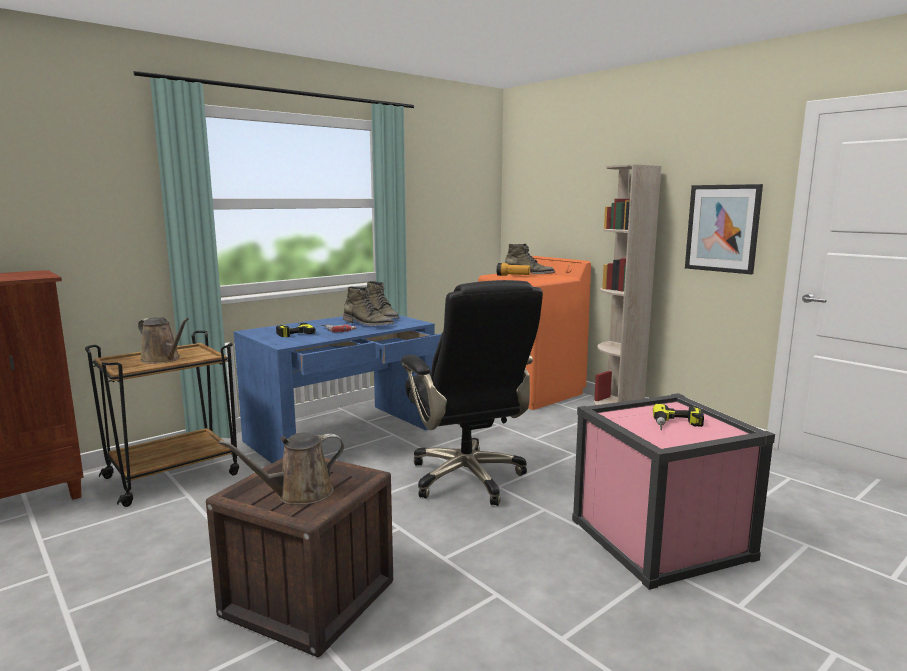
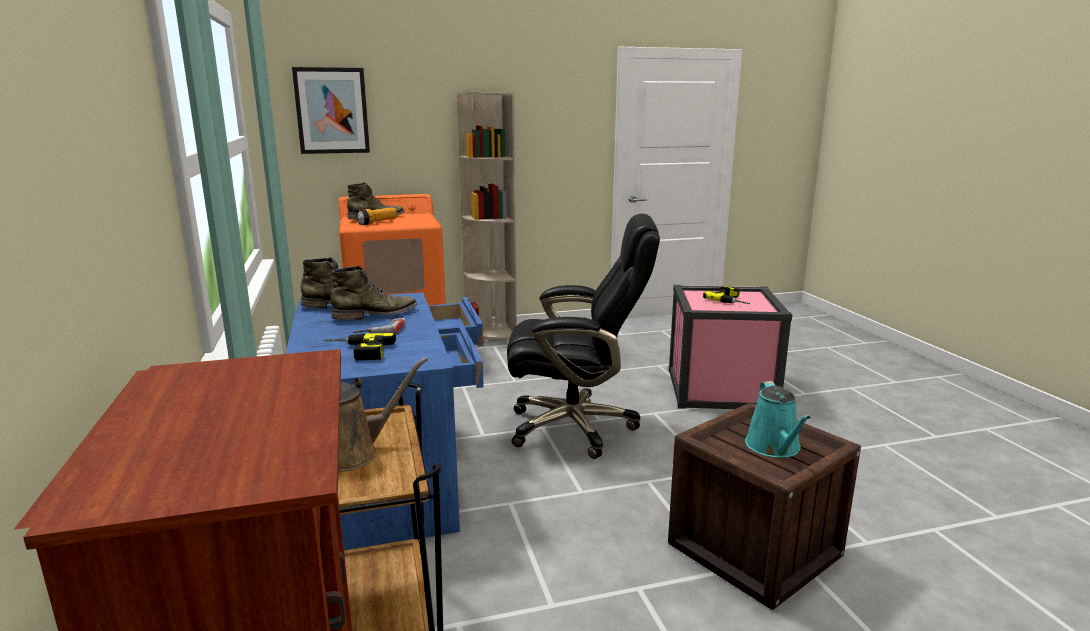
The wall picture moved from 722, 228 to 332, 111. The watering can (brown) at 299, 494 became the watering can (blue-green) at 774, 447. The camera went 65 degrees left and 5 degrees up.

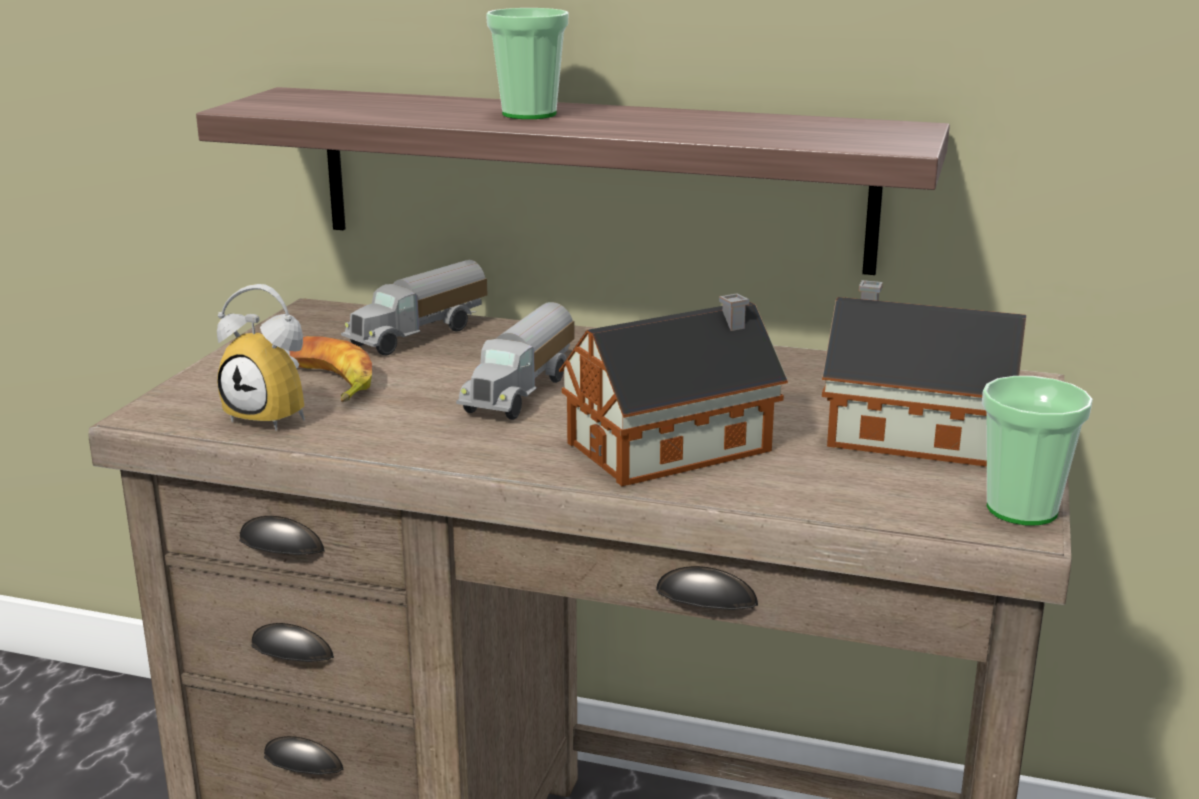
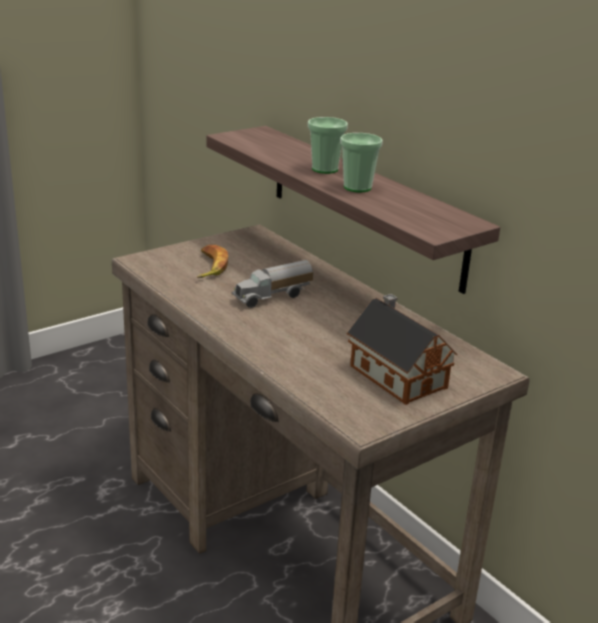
The drinking cup moved from 1022, 510 to 357, 187. The bedside clock at 276, 416 disappeared. The model truck at 419, 335 disappeared. The toy house at 677, 446 disappeared. The camera went 35 degrees right and 5 degrees up.

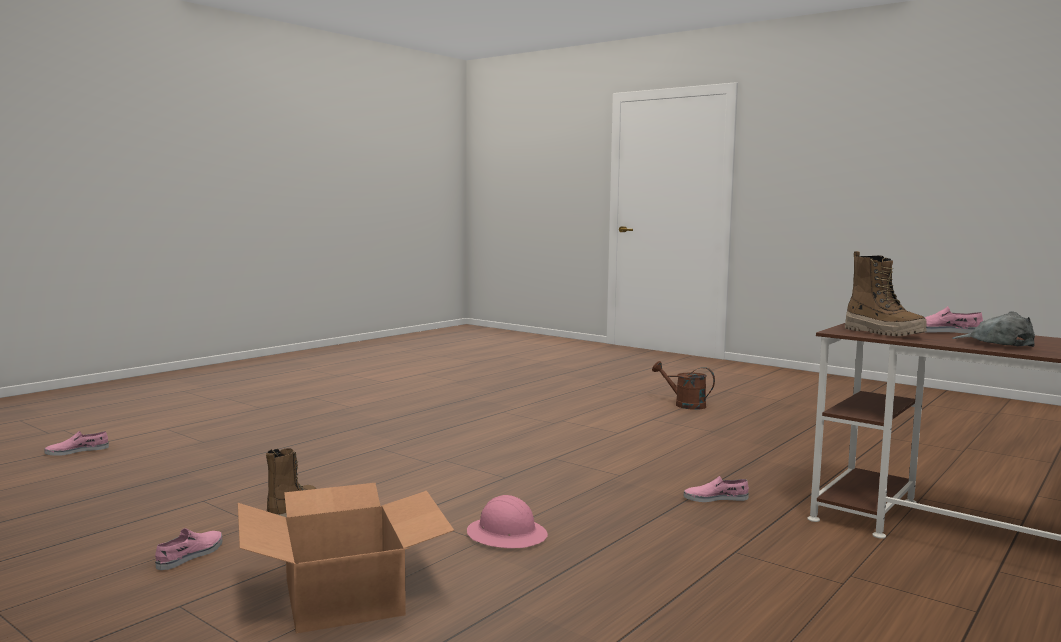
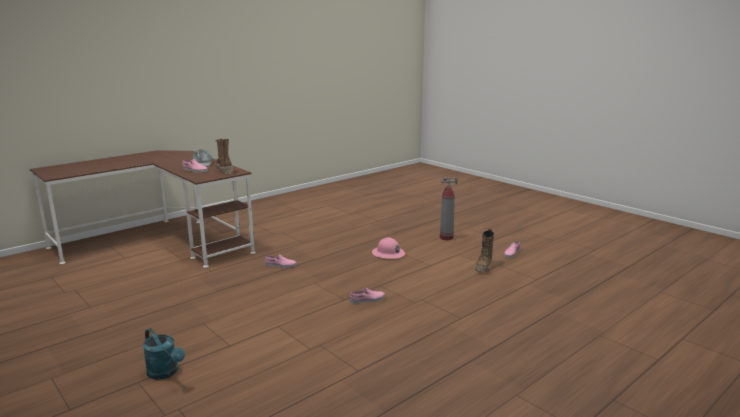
The watering can (brown) at 684, 405 became the watering can (blue-green) at 165, 373. The shoe (pink) moved from 77, 451 to 367, 300. The packing box at 345, 596 was replaced by the extinguisher at 446, 238. The camera went 170 degrees left and 10 degrees up.

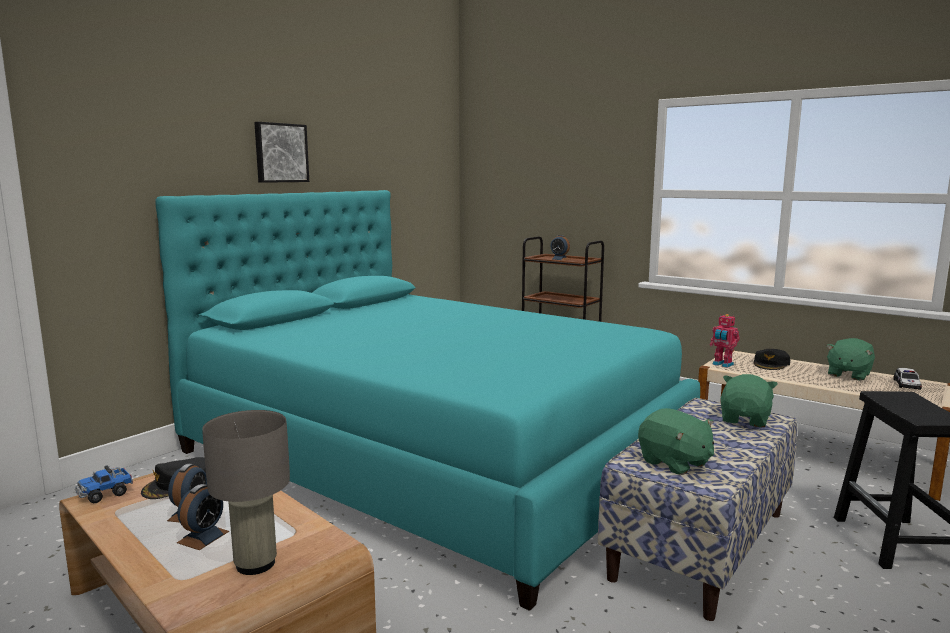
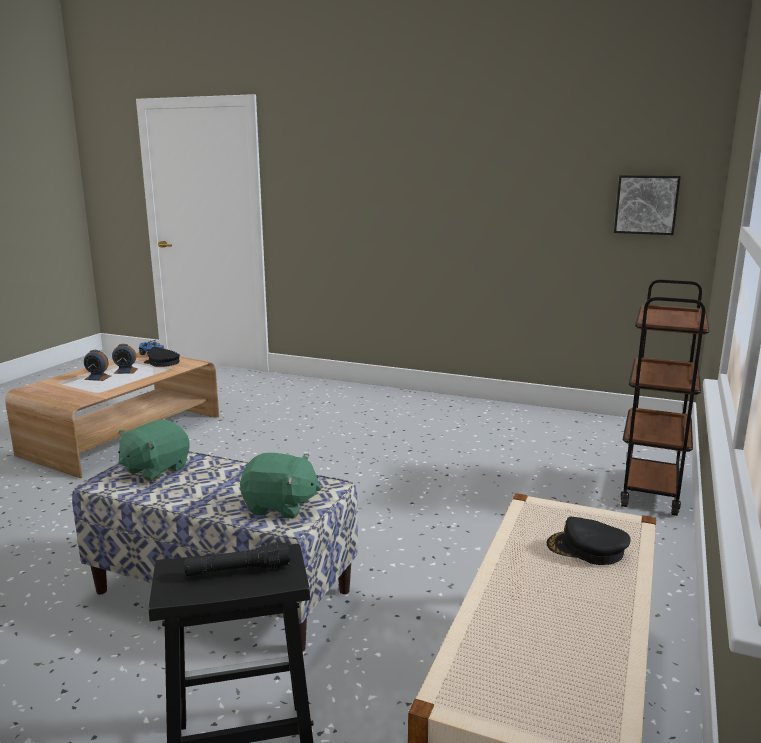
The torch (black-coloured) at 238, 570 appeared. The wall picture moved from 280, 153 to 646, 204. The sleeping bed (blue-green) at 431, 455 disappeared. The table lamp (gray) at 254, 564 disappeared. The bedside clock at 559, 259 disappeared. The toy robot at 722, 365 disappeared. The cuddly toy (green) at 848, 374 disappeared. The miniature car at 907, 385 disappeared. The camera went 75 degrees right and 5 degrees up.

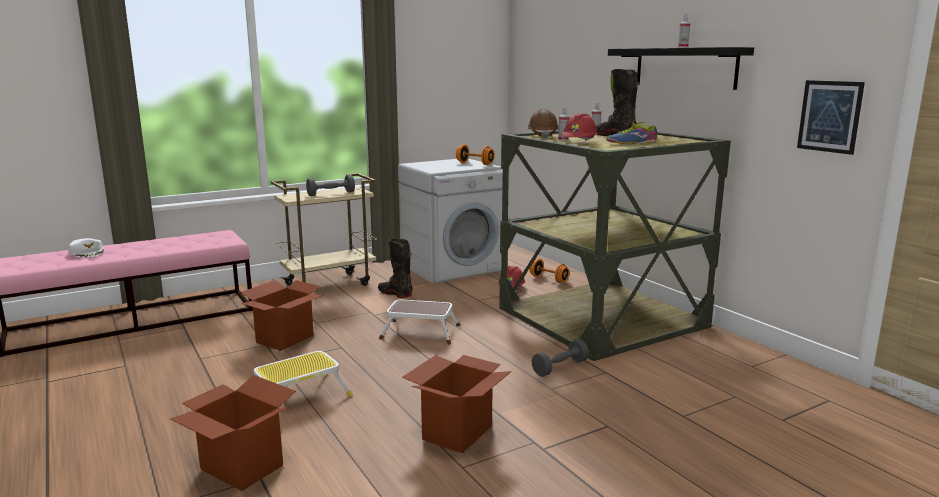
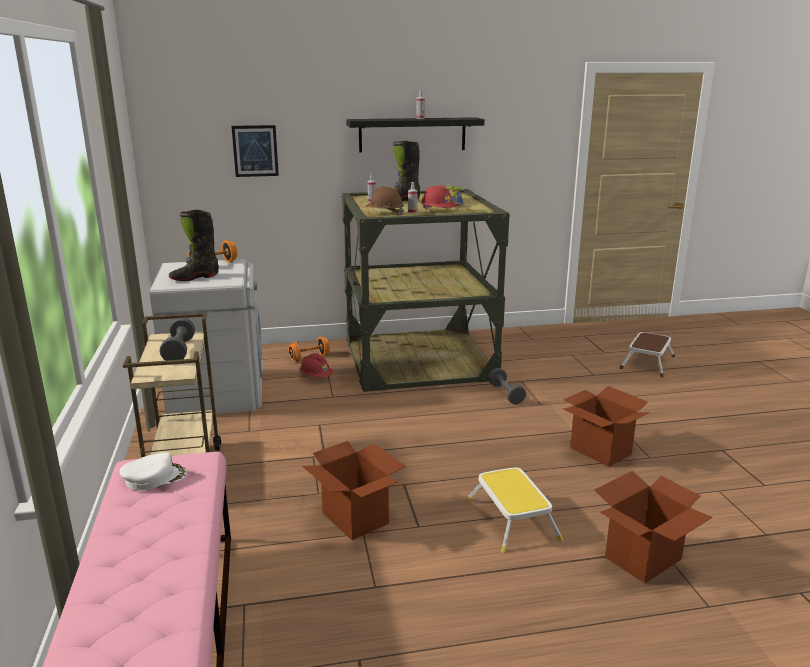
The baseball cap (white) moved from 87, 252 to 154, 477. The boot (black-coloured) moved from 395, 294 to 194, 277. The wall picture moved from 829, 116 to 255, 151. The step stool (brown) moved from 420, 332 to 647, 362. The camera went 70 degrees left and 5 degrees up.

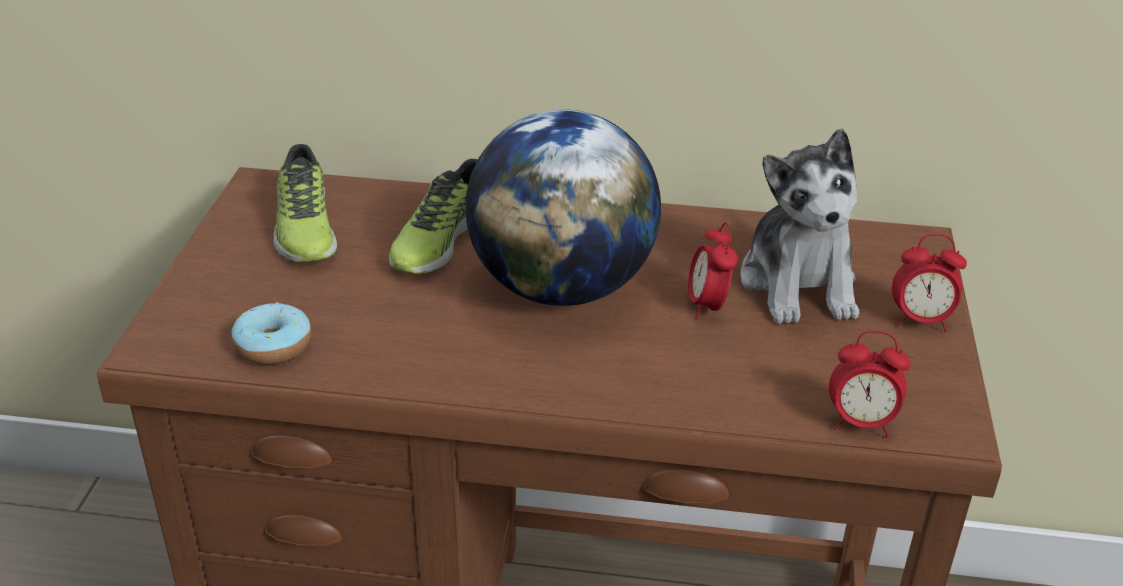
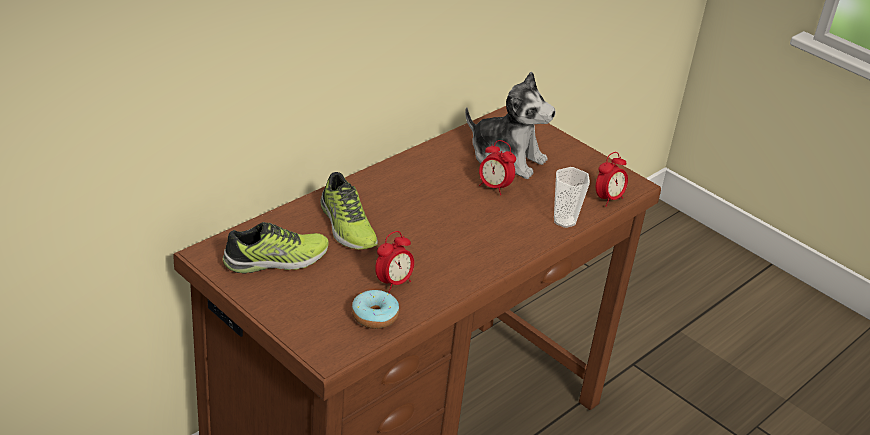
The shoe at 304, 228 turned 45 degrees counterclockwise. The bedside clock moved from 920, 320 to 393, 283. The drinking cup at 564, 221 appeared. The world globe at 561, 287 disappeared. The camera went 55 degrees left and 0 degrees up.

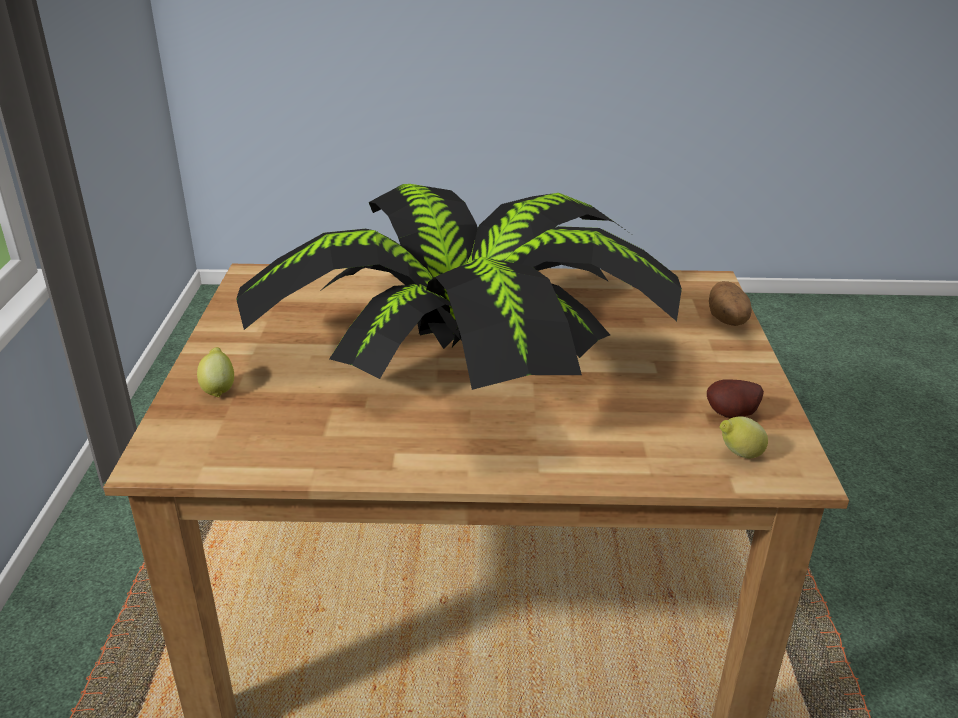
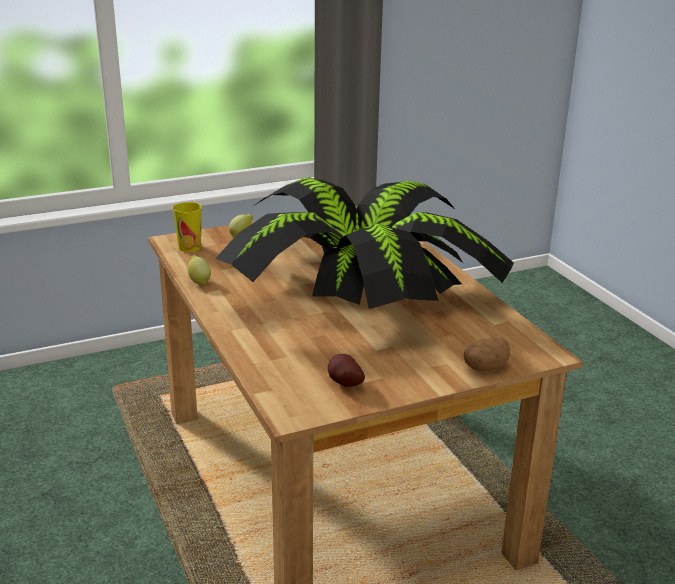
The drinking cup at 189, 247 appeared. The whole lemon moved from 739, 454 to 199, 281. The camera went 65 degrees right and 5 degrees down.

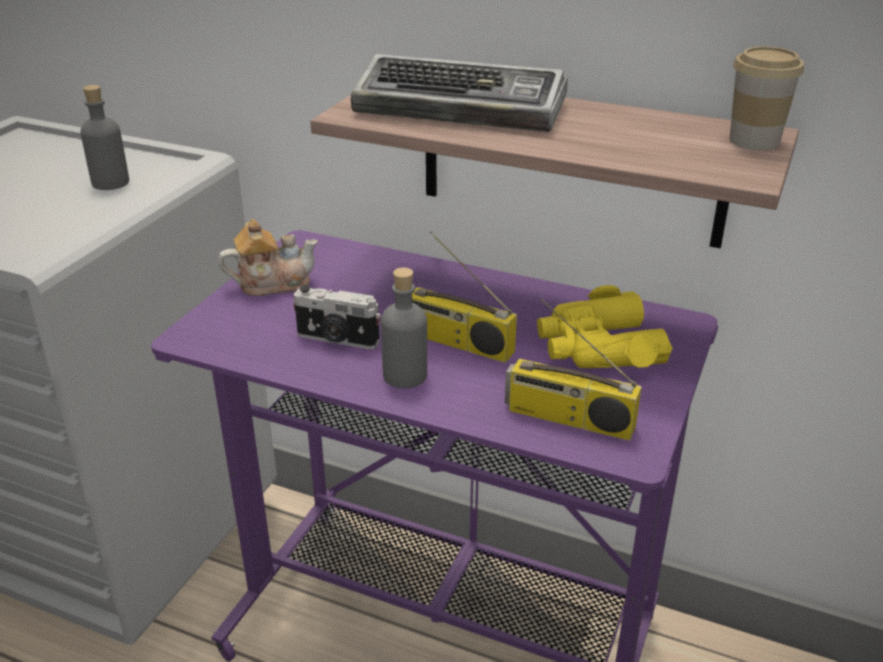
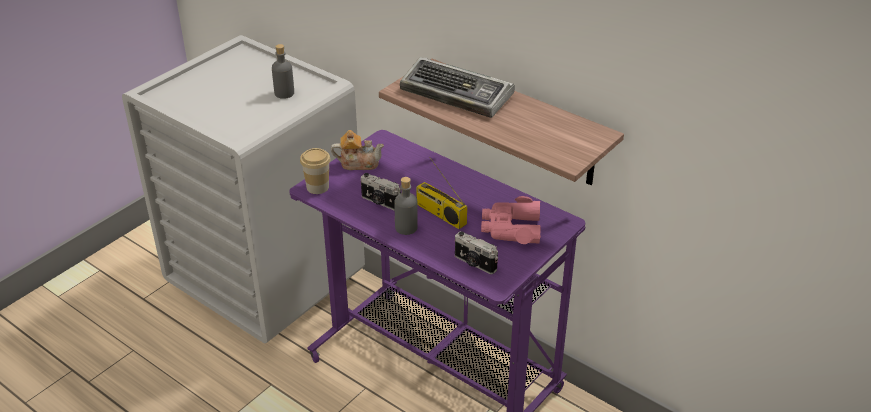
The drinking cup moved from 754, 140 to 317, 187. The radio receiver at 568, 419 was replaced by the still camera at 474, 264. The binoculars (yellow-coloured) at 598, 347 became the binoculars (pink) at 511, 228. The camera went 15 degrees right and 5 degrees up.

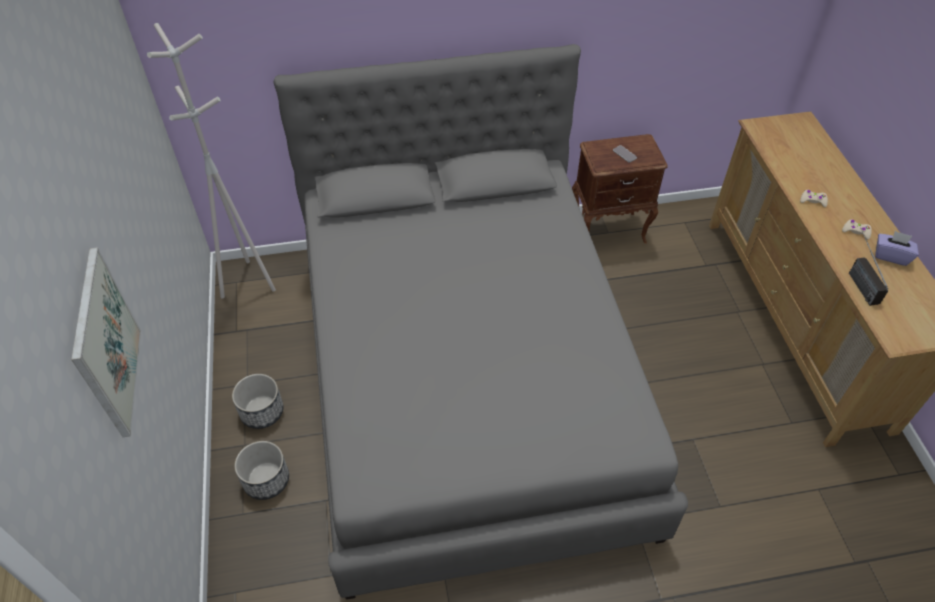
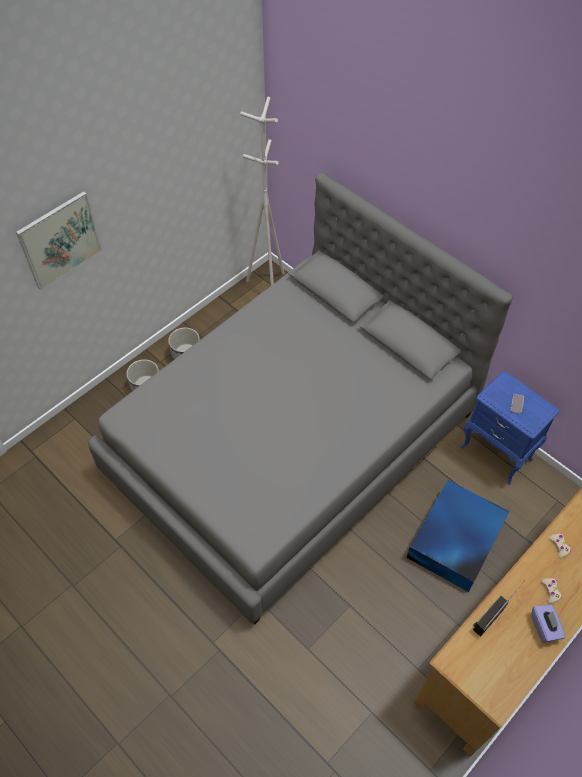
The storage box (bluish) at 454, 540 appeared. The night table (brown) at 608, 232 became the night table (bluish) at 496, 454. The camera went 55 degrees right and 5 degrees up.

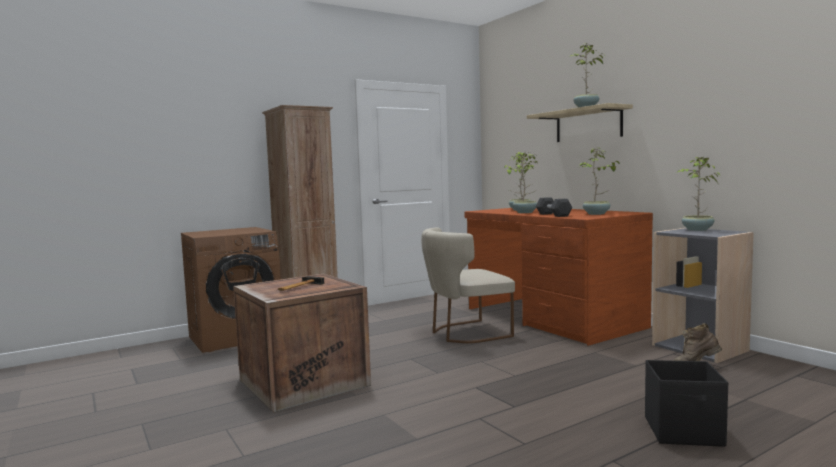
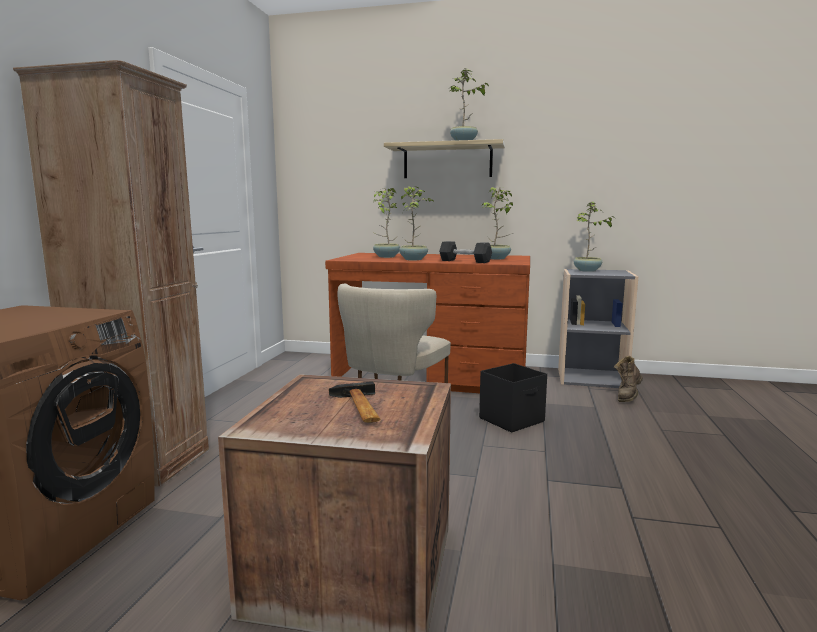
The storage box (black-coloured) moved from 684, 432 to 512, 420. The camera went 45 degrees left and 5 degrees up.

